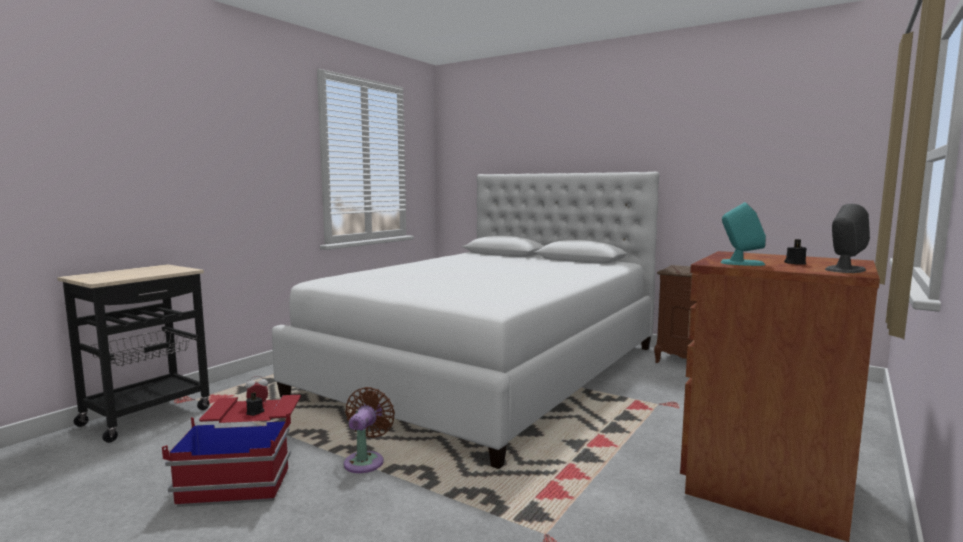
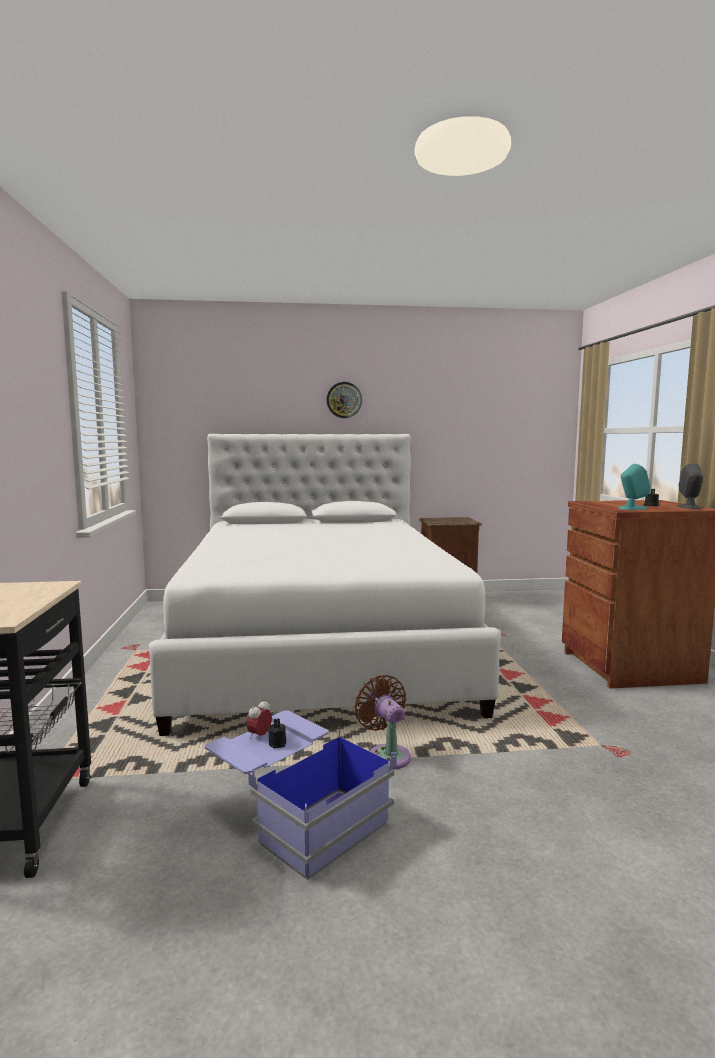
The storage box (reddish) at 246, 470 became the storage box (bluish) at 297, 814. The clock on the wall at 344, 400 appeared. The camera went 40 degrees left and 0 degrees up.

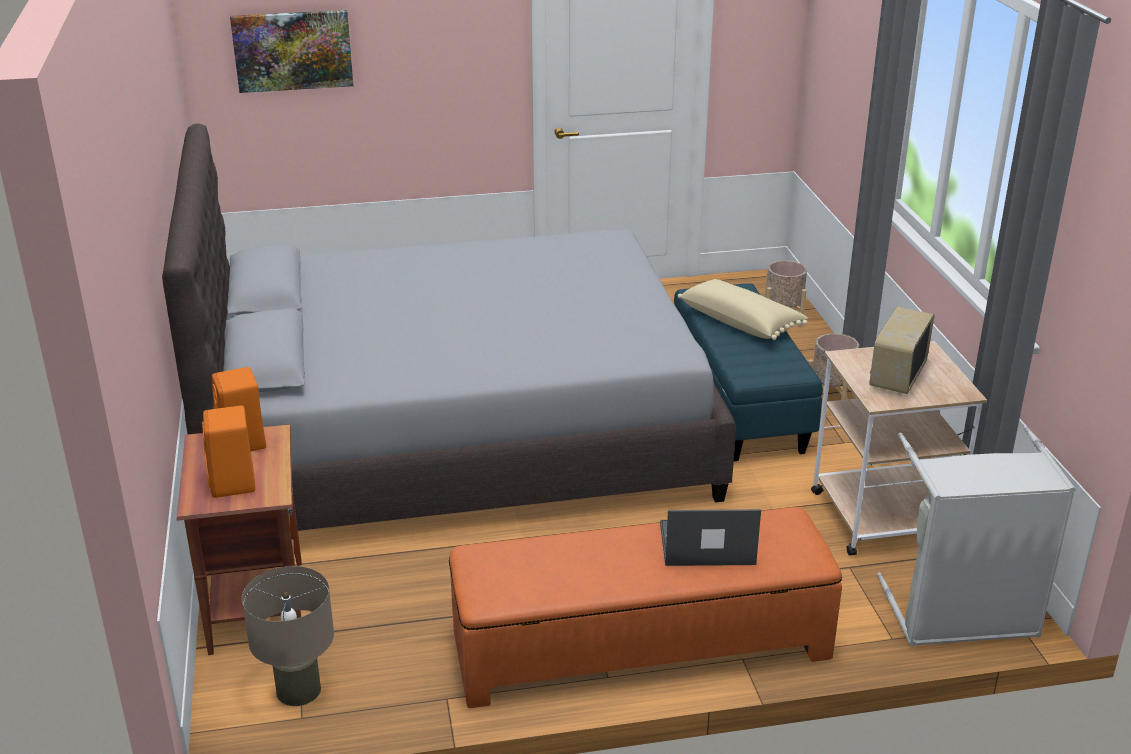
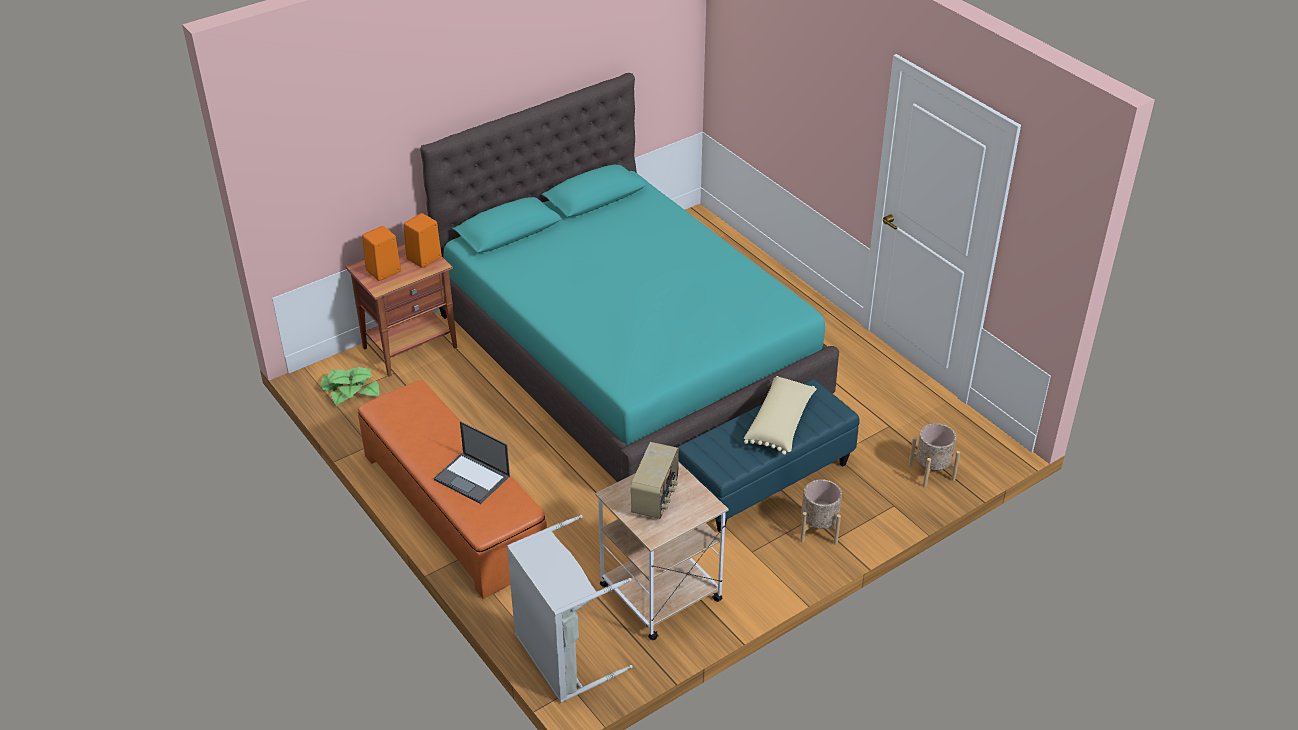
The table lamp (sand-coloured) at 298, 690 was replaced by the potted plant at 351, 390. The sleeping bed (gray) at 454, 434 became the sleeping bed (blue-green) at 628, 357. The laptop at 705, 544 turned 150 degrees clockwise. The radio receiver at 896, 376 turned 105 degrees clockwise. The wall picture at 292, 50 disappeared. The camera went 65 degrees right and 10 degrees up.

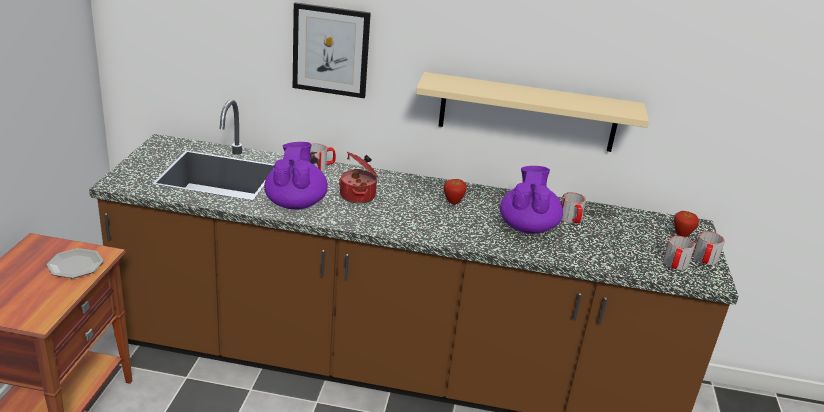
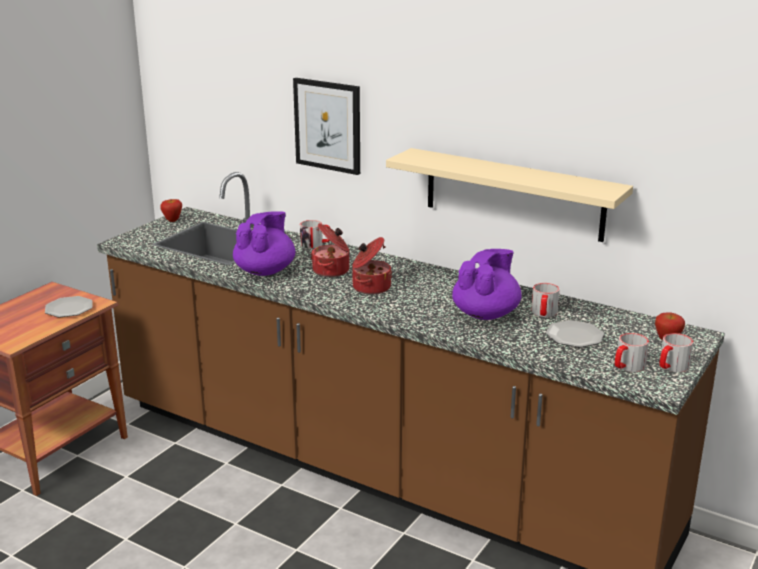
The apple moved from 453, 202 to 172, 220. The cooking pot at 370, 287 appeared. The dinner plate at 575, 336 appeared. The camera went 25 degrees right and 5 degrees down.

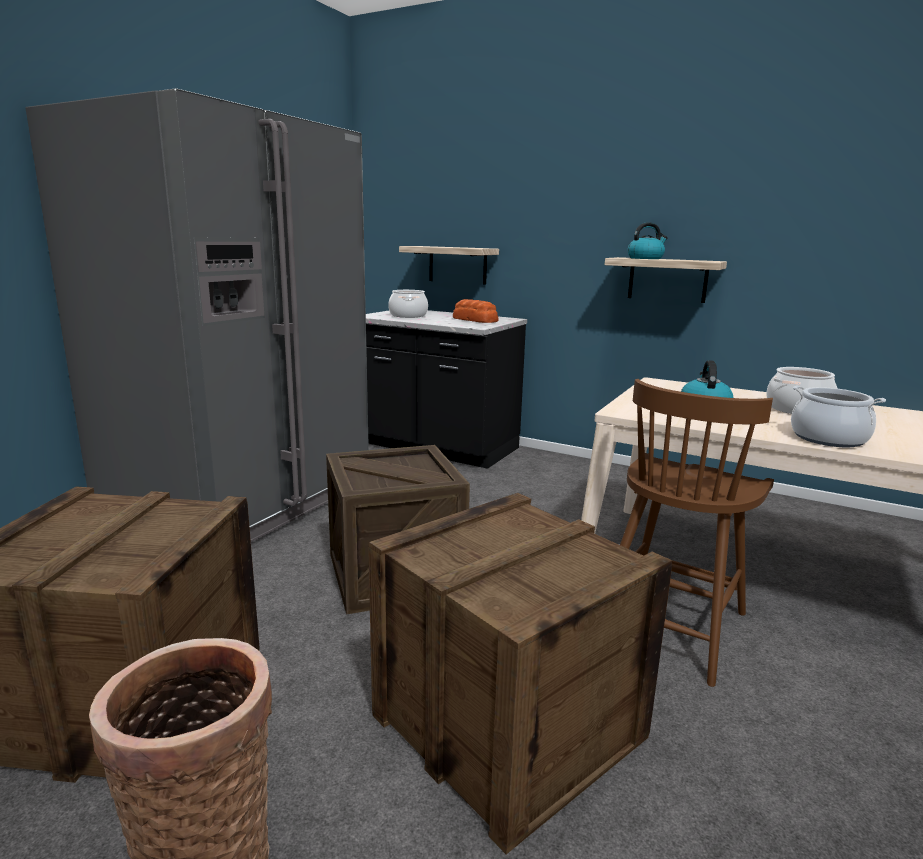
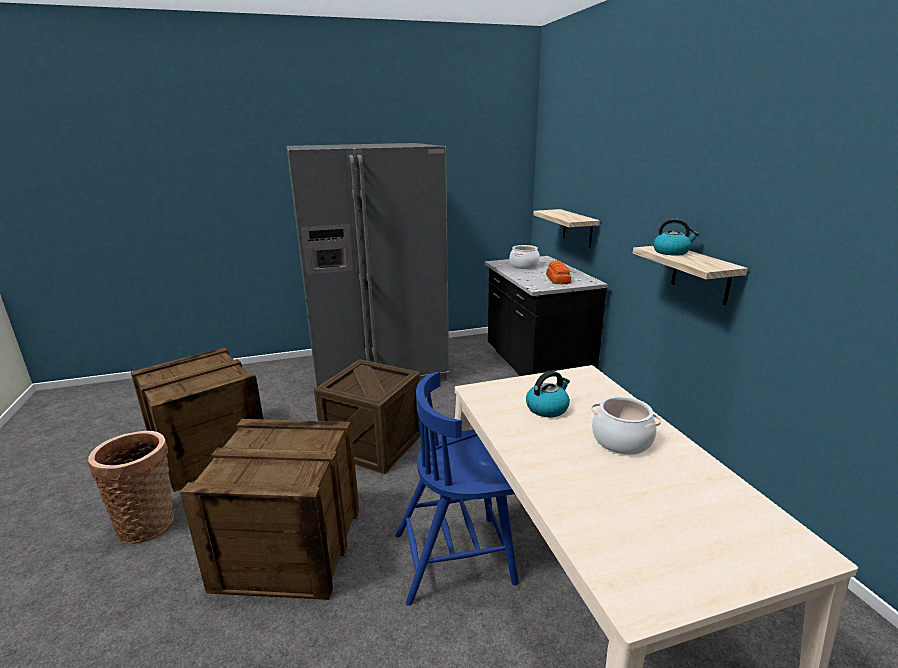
The upright chair (brown) at 670, 623 became the upright chair (bluish) at 456, 557. The cooking pot at 828, 438 disappeared. The camera went 45 degrees right and 5 degrees up.

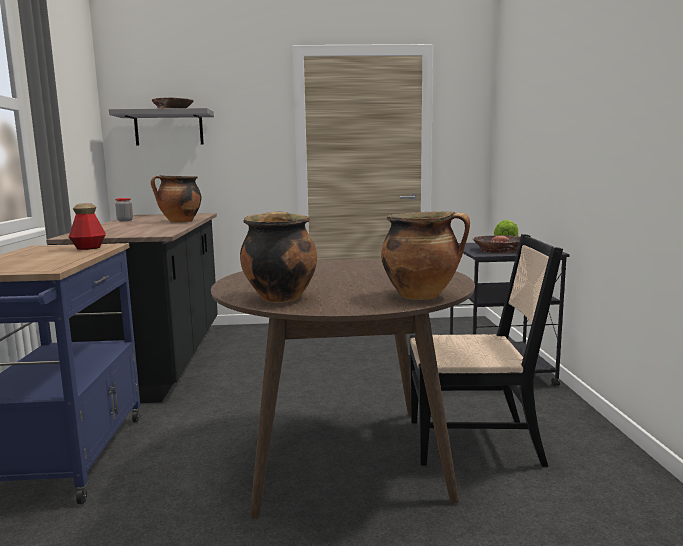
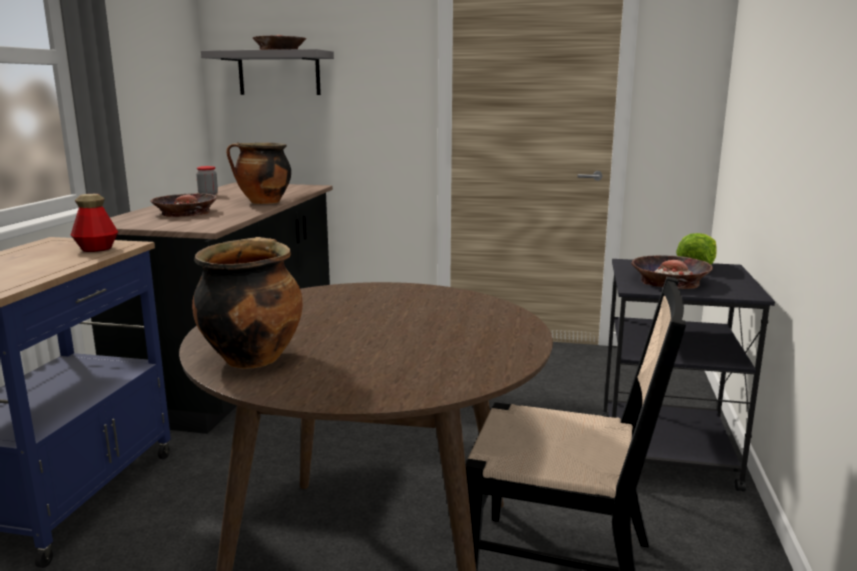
The deep dish at 185, 212 appeared. The cooking pot at 422, 295 disappeared. The camera went 15 degrees right and 5 degrees up.

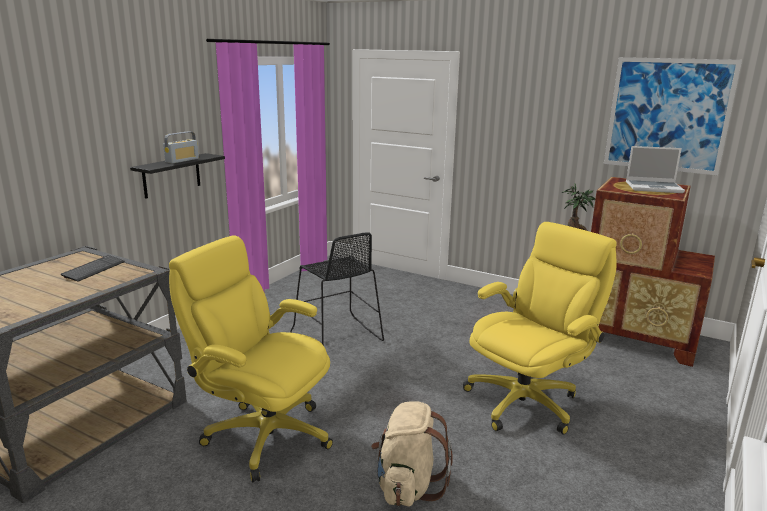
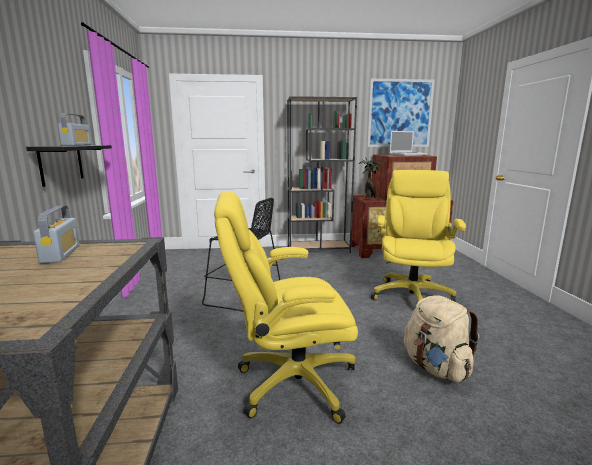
The keyboard at 94, 269 was replaced by the radio receiver at 61, 254. The bookshelf at 318, 249 appeared. The camera went 35 degrees left and 5 degrees down.

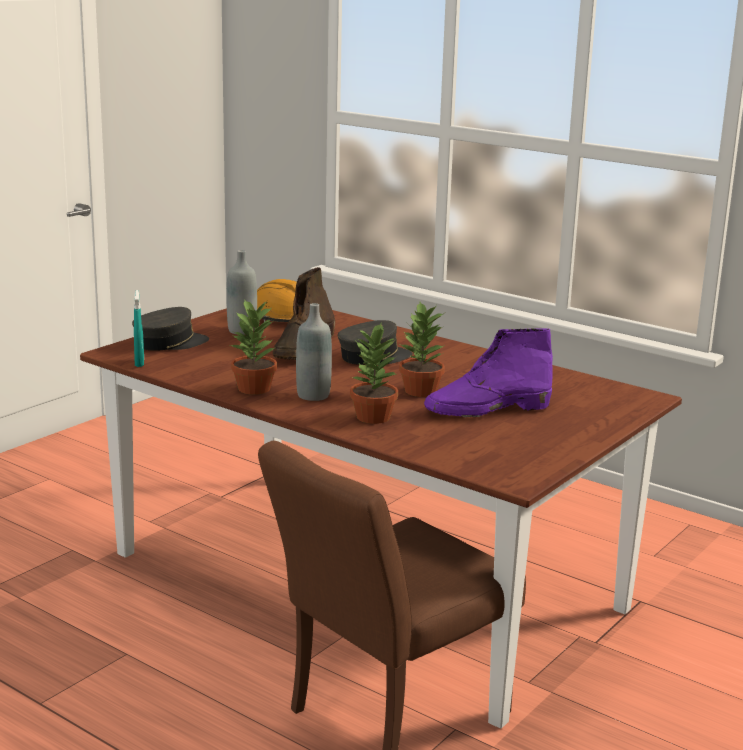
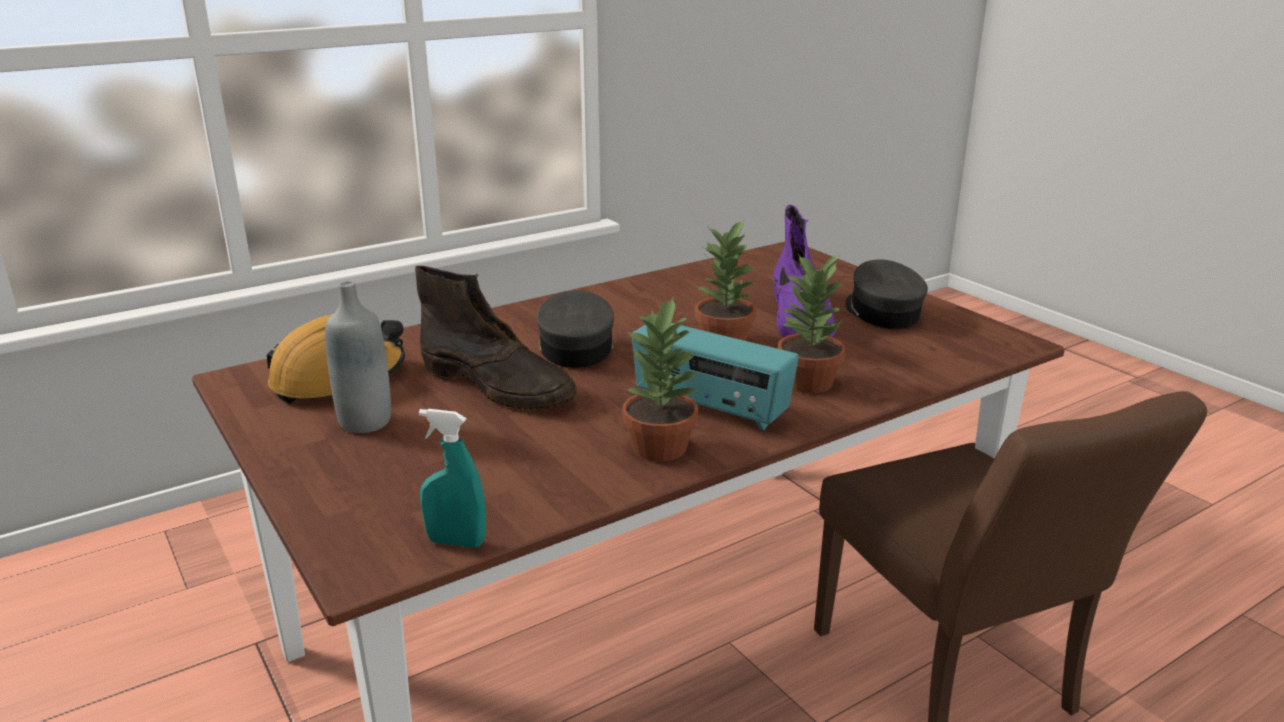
The bottle (gray) at 313, 395 was replaced by the radio receiver at 710, 408. The baseball cap (gray) moved from 170, 343 to 881, 312. The camera went 70 degrees left and 5 degrees up.

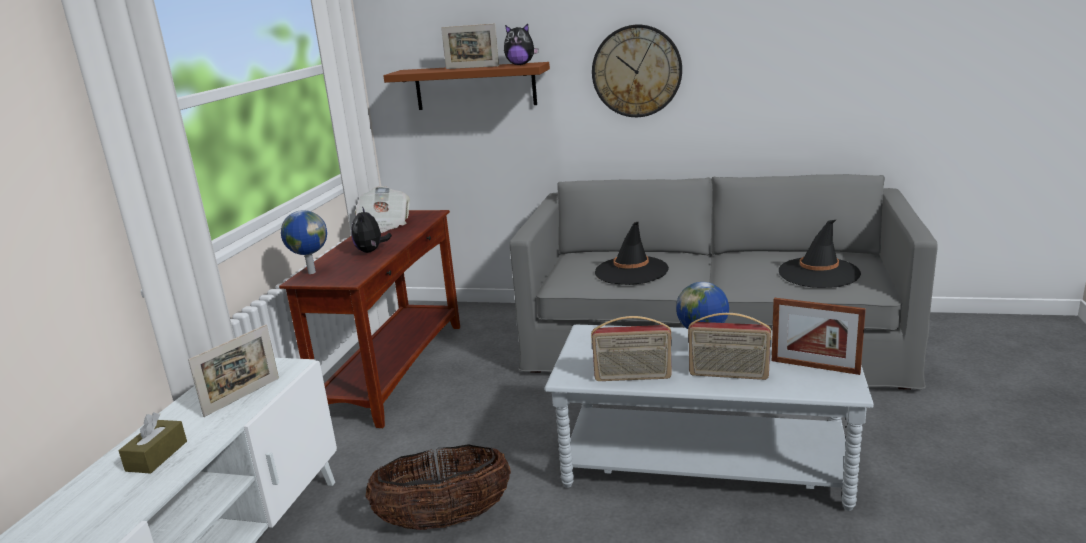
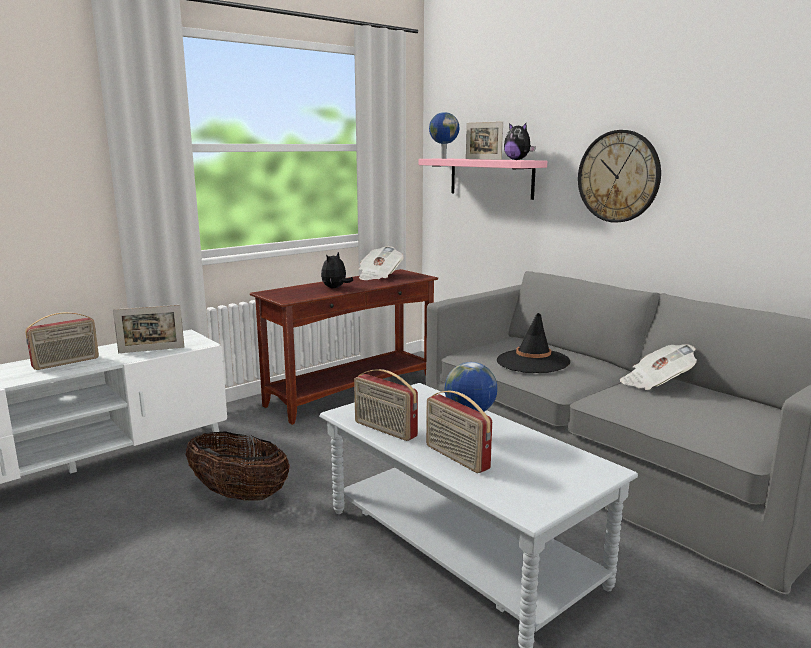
The tissue holder (brown) at 157, 456 was replaced by the radio receiver at 66, 363. The bracket shelf (brown) at 475, 86 became the bracket shelf (pink) at 491, 177. The world globe moved from 311, 272 to 443, 158. The newspaper at 655, 384 appeared. The photo frame at 815, 367 disappeared. The wearable hat (black-coloured) at 818, 273 disappeared. The camera went 35 degrees right and 5 degrees down.

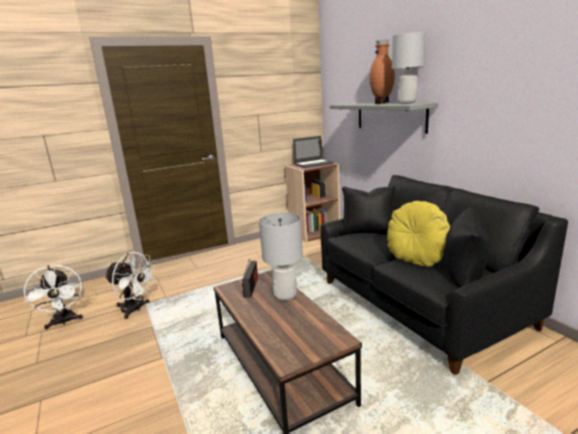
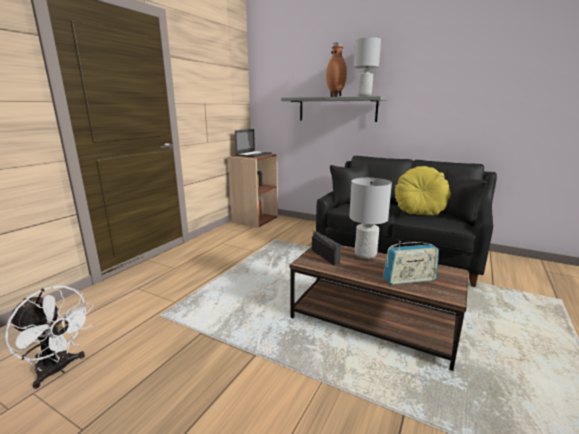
The radio receiver at 409, 280 appeared. The electric fan (white) at 135, 309 disappeared. The camera went 35 degrees left and 0 degrees up.

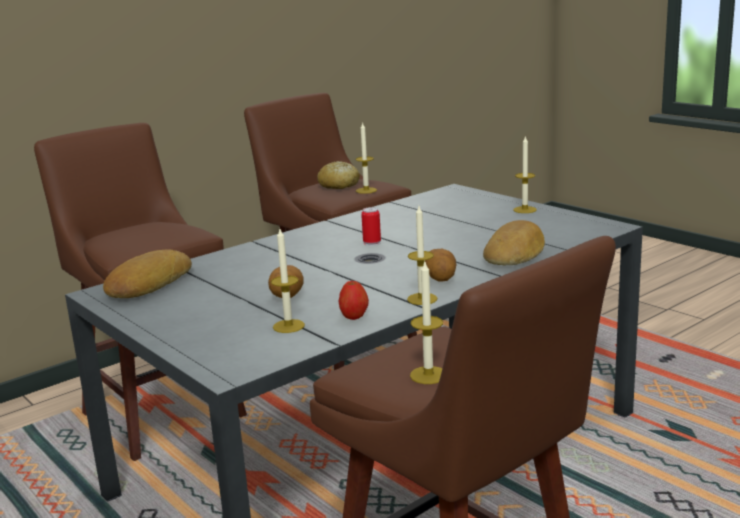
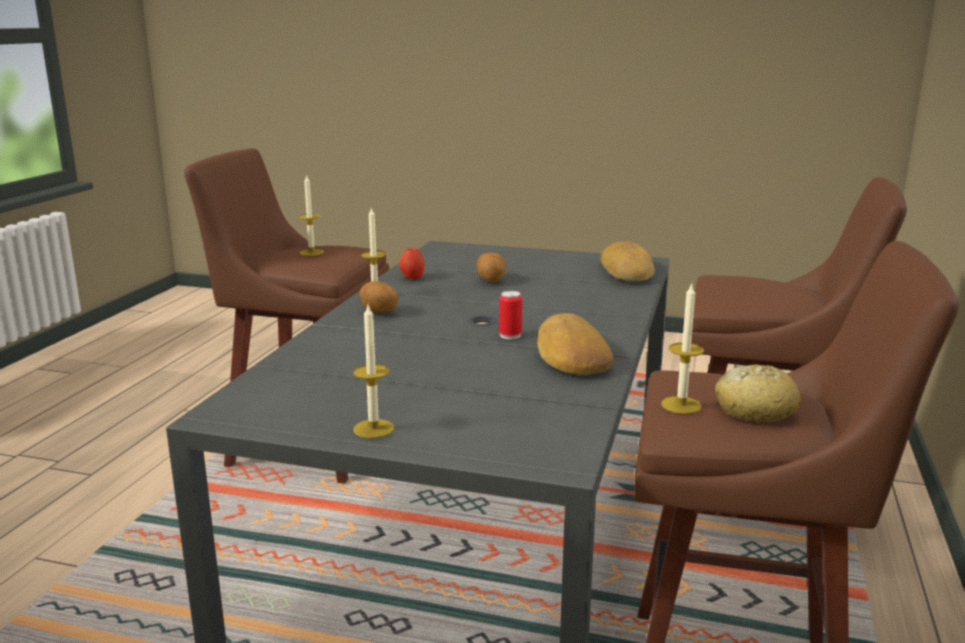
The bakery bread moved from 515, 252 to 570, 356. The wax candle at 288, 326 disappeared. The camera went 145 degrees right and 0 degrees up.

